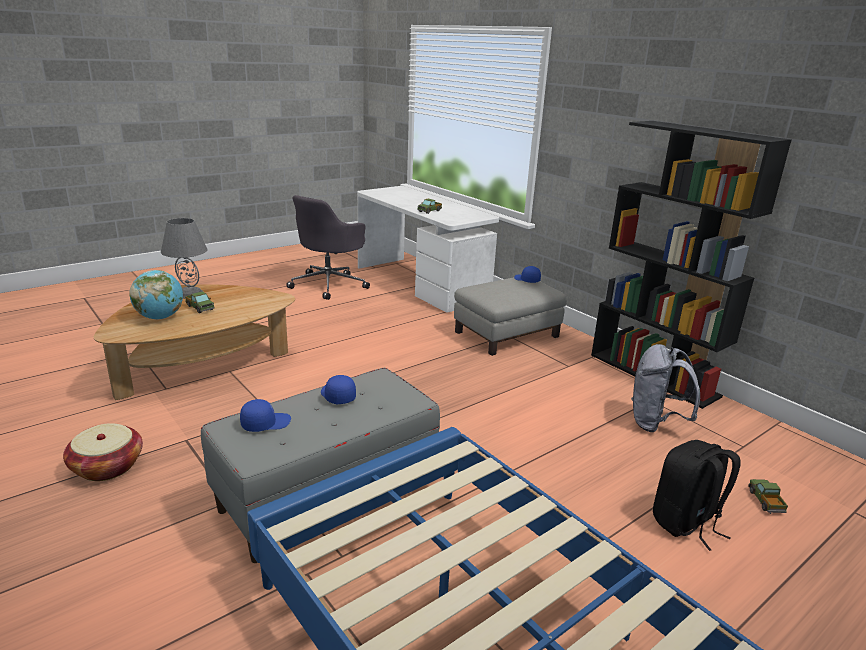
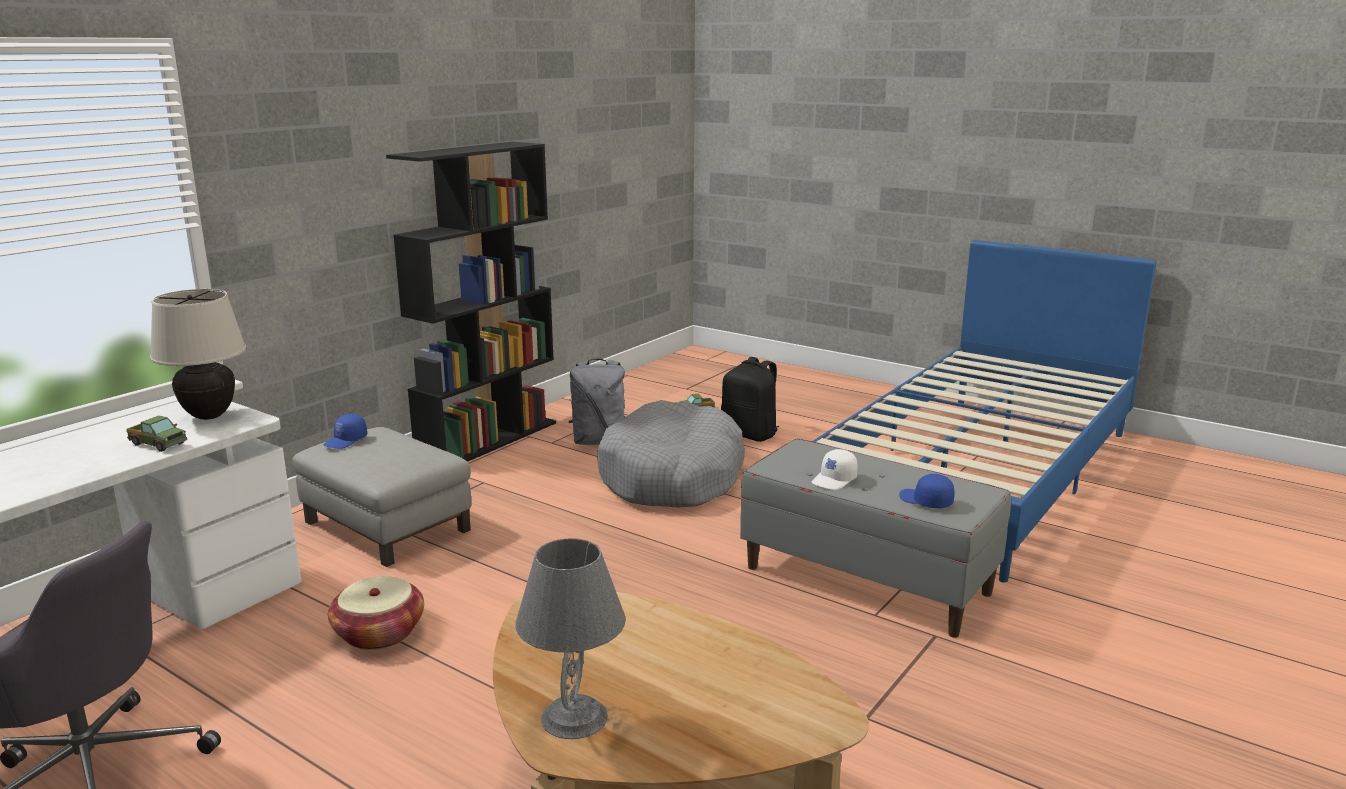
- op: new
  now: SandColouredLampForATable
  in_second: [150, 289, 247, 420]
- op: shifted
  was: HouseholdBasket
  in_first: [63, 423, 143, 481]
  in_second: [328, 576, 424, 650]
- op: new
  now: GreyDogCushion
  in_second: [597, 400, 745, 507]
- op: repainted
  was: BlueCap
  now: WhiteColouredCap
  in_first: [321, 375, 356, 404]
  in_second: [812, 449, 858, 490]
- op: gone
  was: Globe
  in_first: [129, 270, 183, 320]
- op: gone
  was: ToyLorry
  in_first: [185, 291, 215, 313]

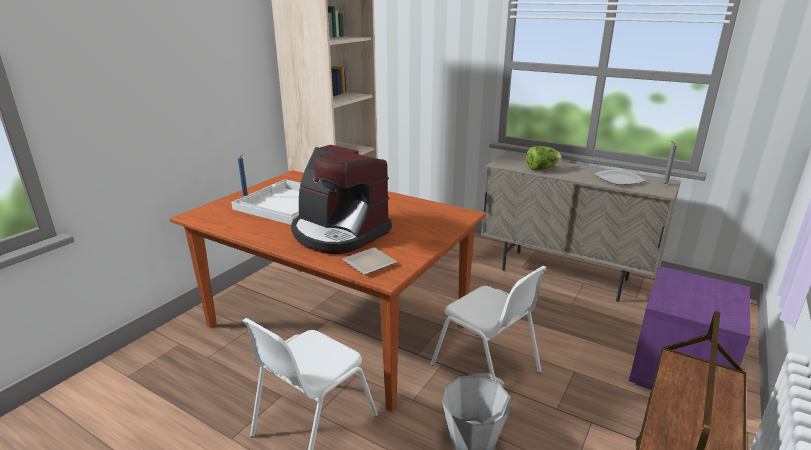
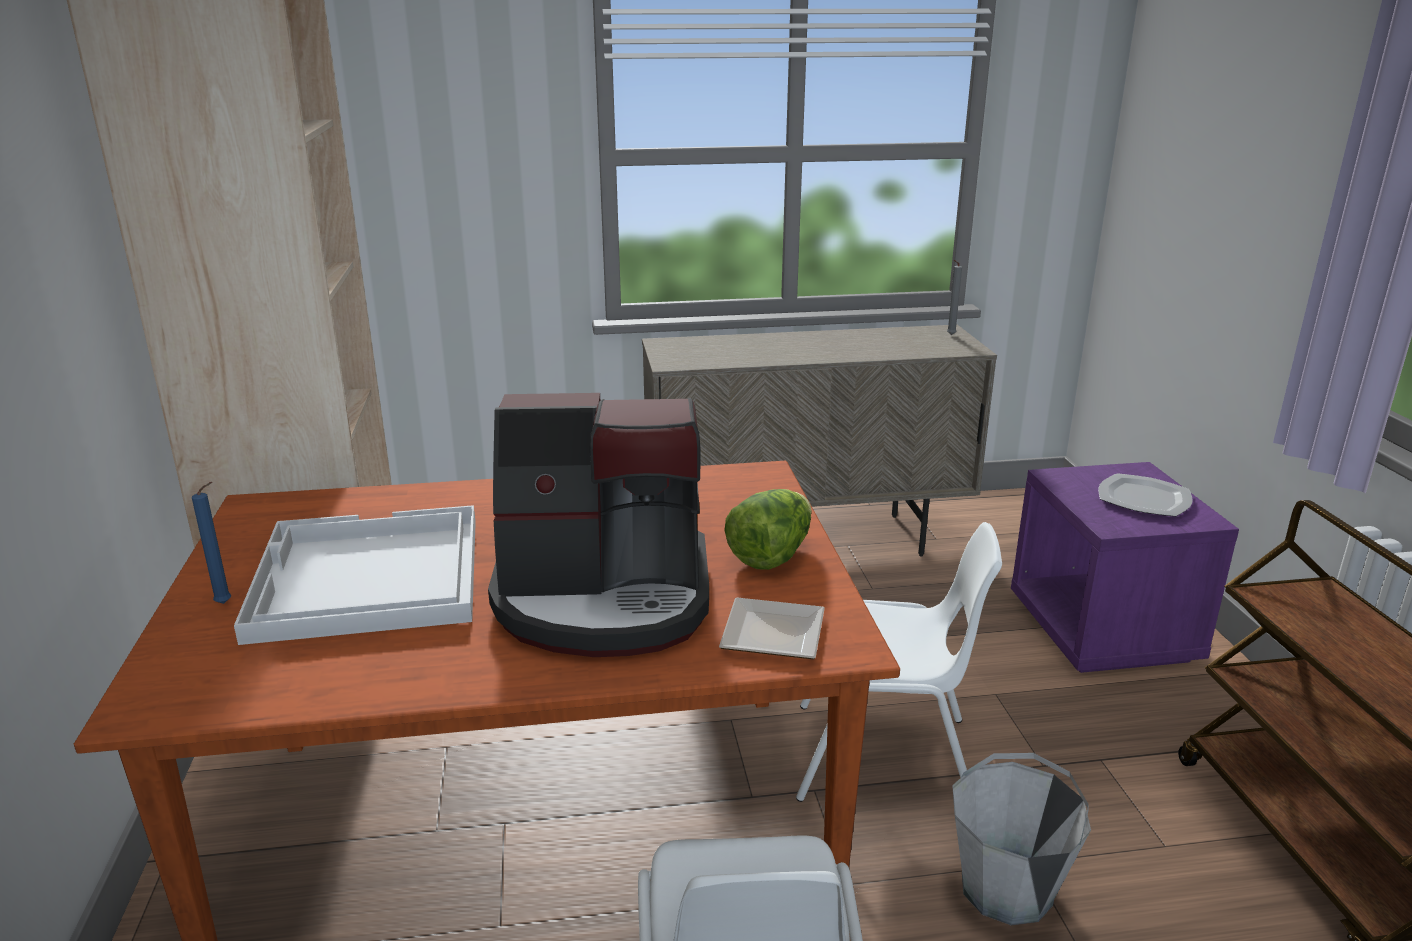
- op: shifted
  was: LettuceHead
  in_first: [526, 146, 562, 171]
  in_second: [724, 489, 812, 570]
- op: shifted
  was: DinnerPlate
  in_first: [595, 170, 646, 185]
  in_second: [1098, 473, 1193, 517]

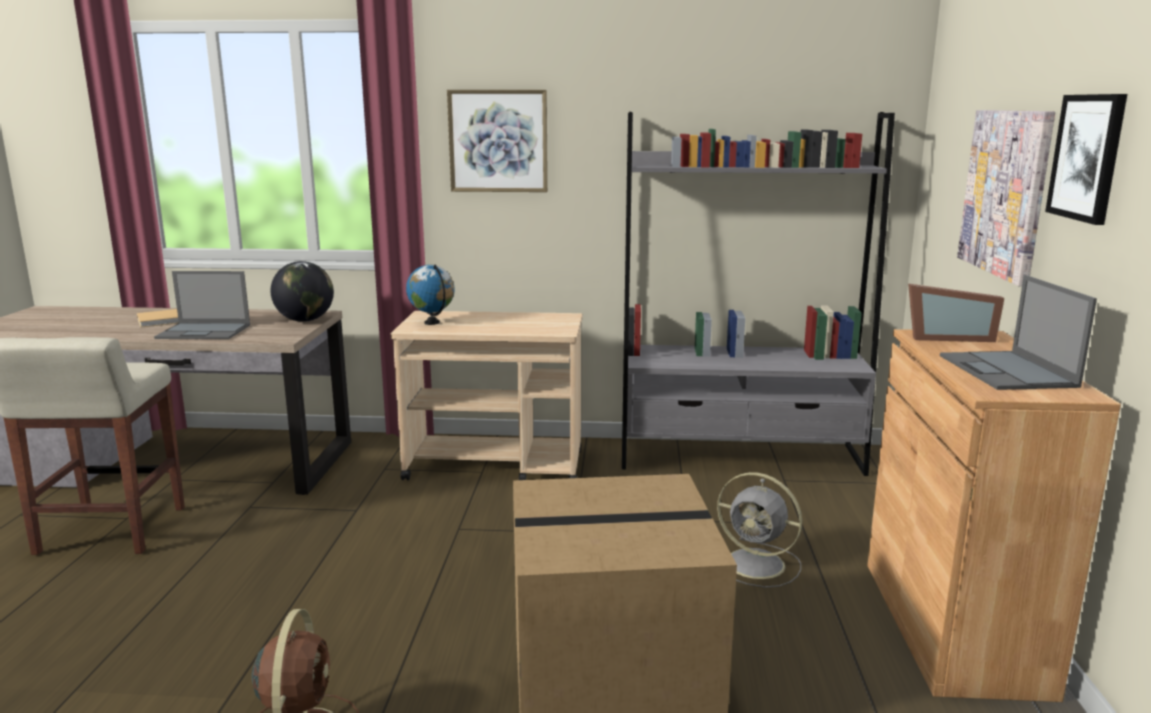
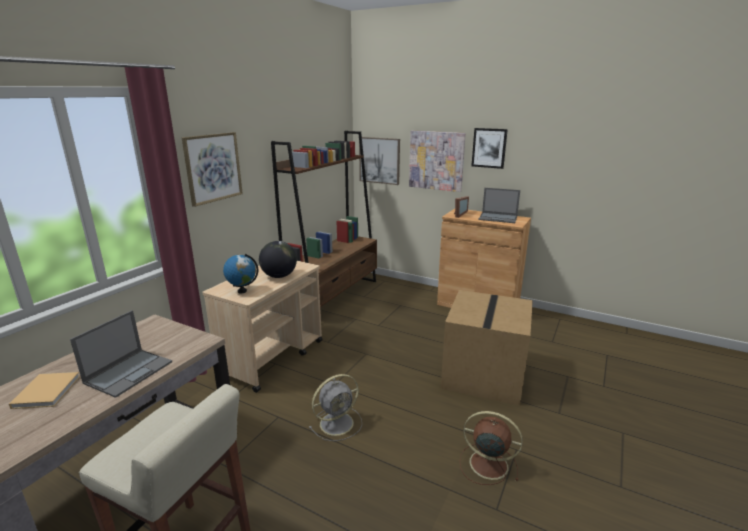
- op: shifted
  was: Globe
  in_first: [270, 261, 334, 322]
  in_second: [259, 241, 297, 278]
- op: repainted
  was: GreyBookshelf
  now: BrownColouredBookshelf
  in_first: [622, 112, 895, 476]
  in_second: [271, 131, 377, 307]
- op: shifted
  was: GreyElectricFan
  in_first: [717, 472, 802, 588]
  in_second: [309, 374, 362, 441]
- op: new
  now: WallPicture
  in_second: [359, 137, 400, 185]

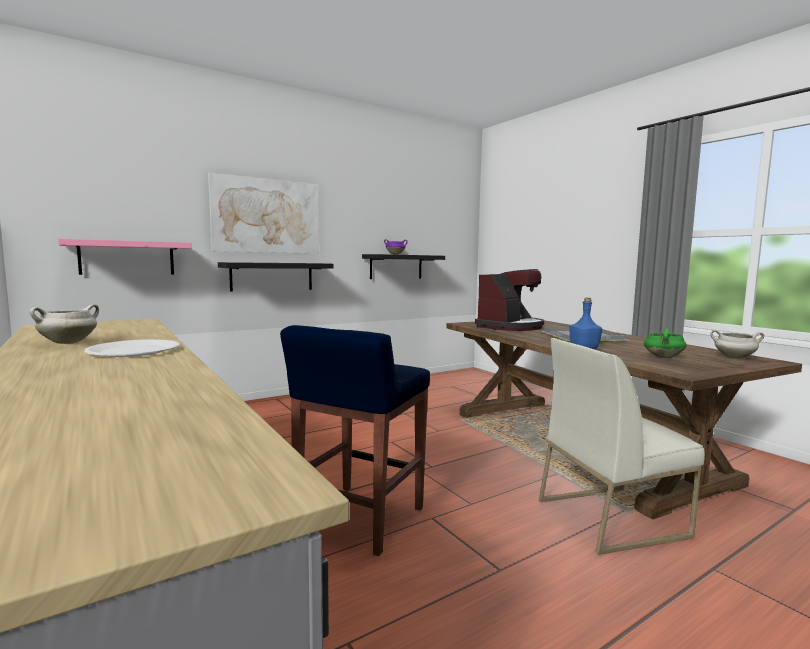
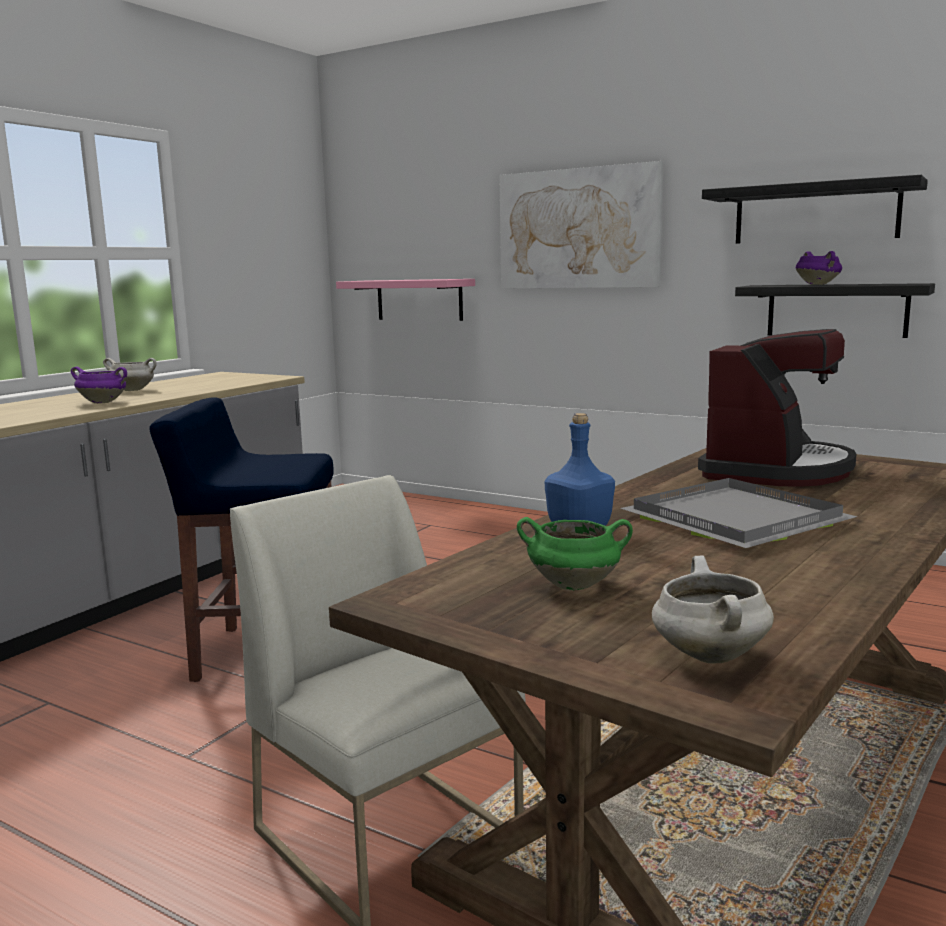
- op: swapped
  was: WhiteColouredDinnerPlate
  now: PurplishCookingPot
  in_first: [84, 339, 180, 357]
  in_second: [71, 367, 127, 404]
- op: rotated
  was: CoffeeMachine
  in_first: [475, 269, 544, 331]
  in_second: [698, 329, 856, 487]
  clockwise: -75
- op: shifted
  was: BlackColouredBracketShelf
  in_first: [218, 262, 334, 292]
  in_second: [702, 175, 928, 244]

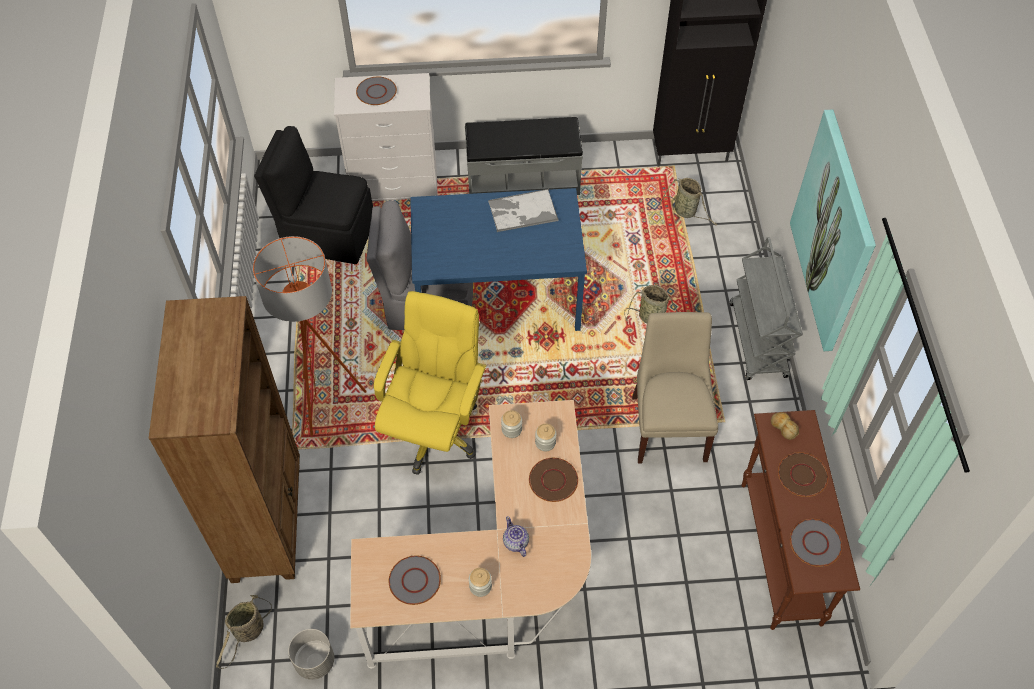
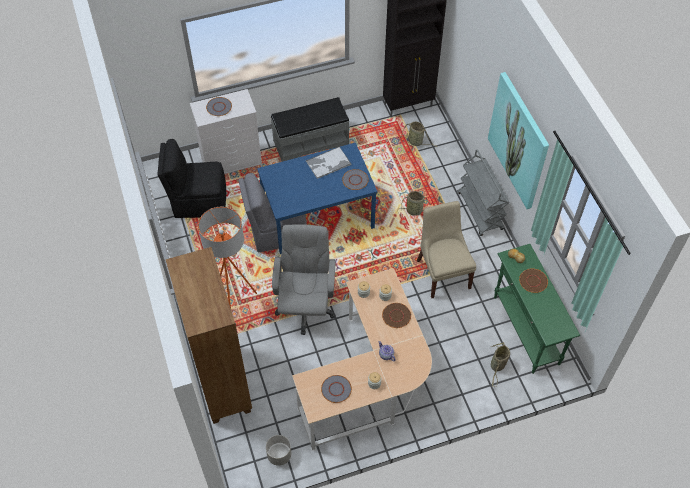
- op: repainted
  was: YellowColouredOfficeChair
  now: GreyOfficeChair
  in_first: [373, 291, 487, 475]
  in_second: [272, 224, 336, 335]
- op: shifted
  was: GreyDinnerPlate
  in_first: [790, 519, 842, 567]
  in_second: [342, 169, 369, 190]
- op: shifted
  was: HouseholdBasket
  in_first: [216, 595, 272, 669]
  in_second: [491, 342, 510, 387]
- op: repainted
  was: BrownColouredHallTable
  now: GreenishHallTable
  in_first: [742, 410, 860, 630]
  in_second: [494, 244, 580, 374]

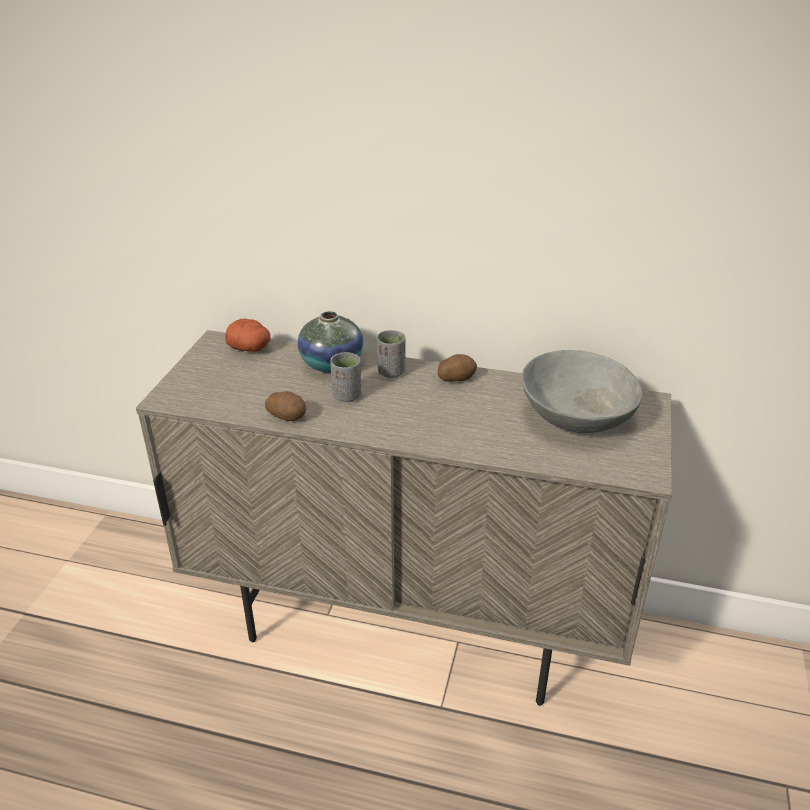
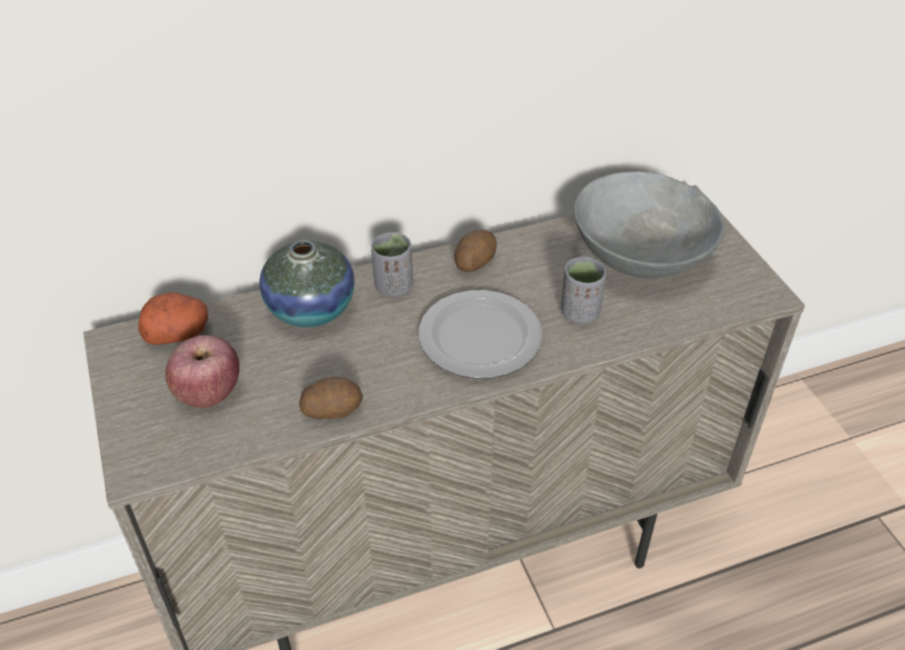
- op: new
  now: WholeApple
  in_second: [166, 335, 240, 408]
- op: new
  now: DinnerPlate
  in_second: [419, 290, 542, 379]
- op: shifted
  was: GreyCup
  in_first: [330, 352, 361, 402]
  in_second: [561, 257, 606, 323]

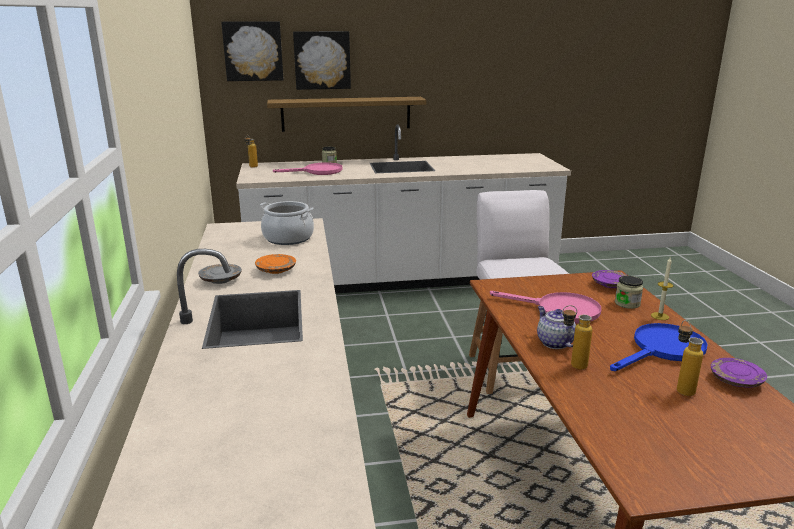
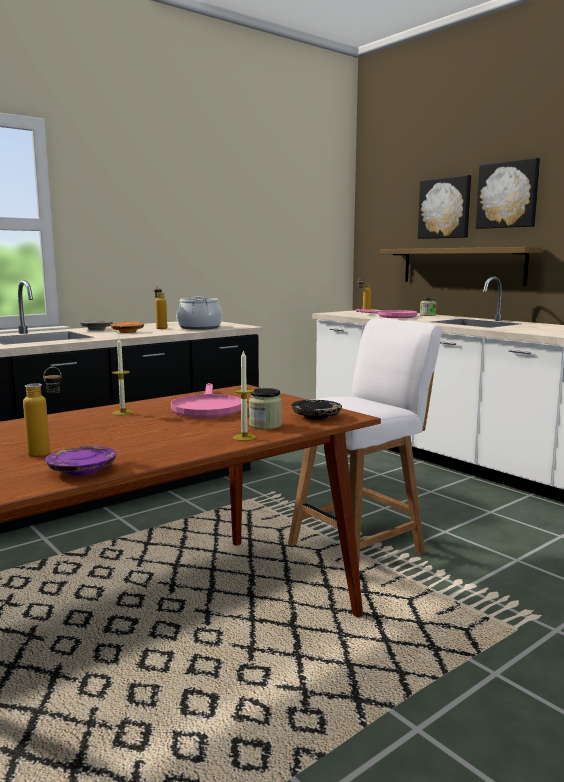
- op: swapped
  was: PotForTea
  now: WaxLight
  in_first: [537, 306, 576, 349]
  in_second: [112, 338, 133, 415]
- op: shifted
  was: Bottle
  in_first: [562, 305, 592, 370]
  in_second: [154, 284, 167, 329]
- op: repainted
  was: PurplishDinnerPlate
  now: BlackColouredDinnerPlate
  in_first: [592, 270, 628, 288]
  in_second: [291, 400, 342, 420]
- op: shifted
  was: WallPicture
  in_first: [221, 21, 283, 81]
  in_second: [476, 158, 540, 229]
- op: gone
  was: BlueSkillet
  in_first: [610, 323, 708, 371]

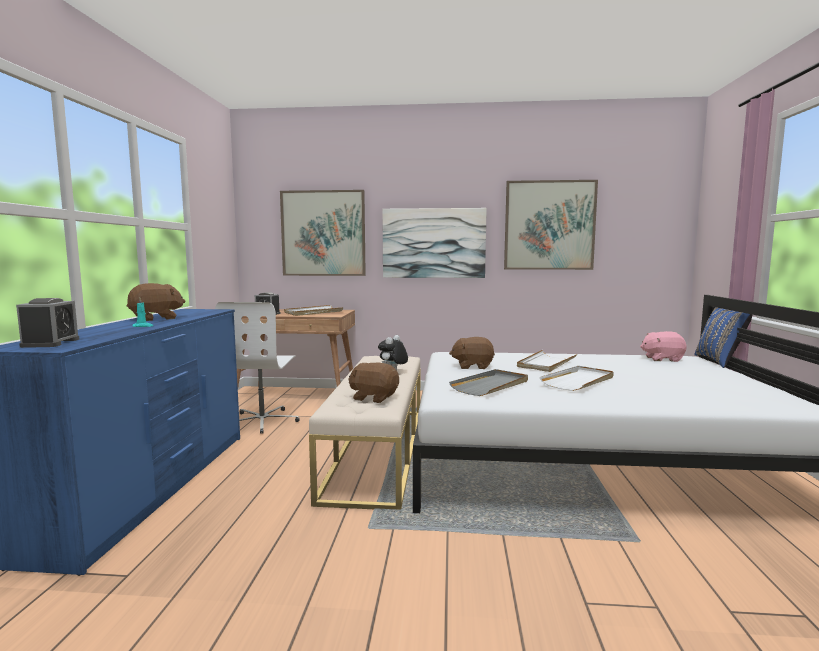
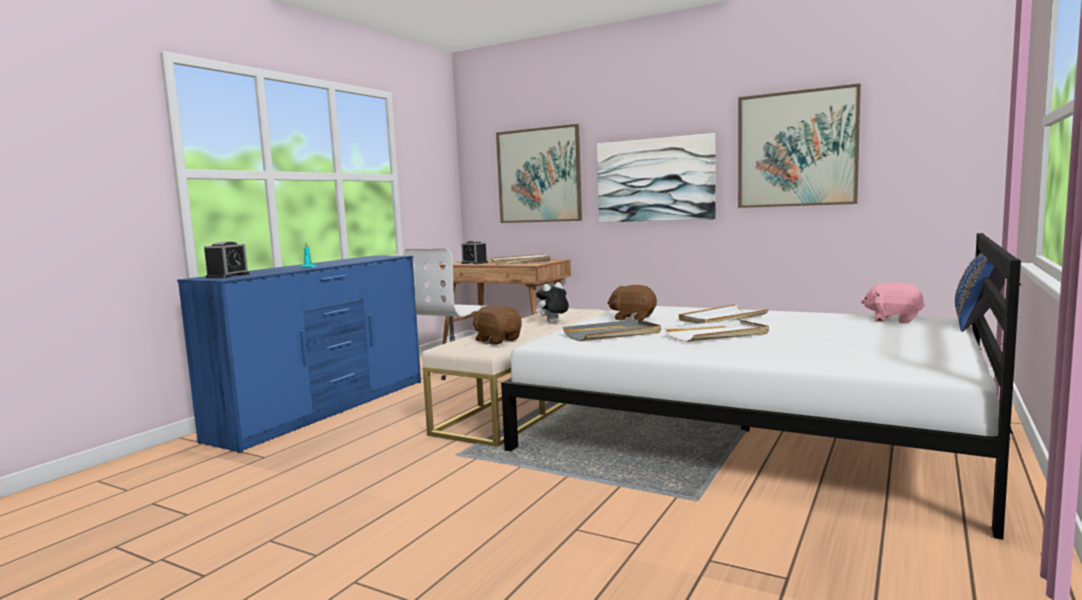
- op: gone
  was: BrownColouredCuddlyToy
  in_first: [127, 283, 185, 321]

